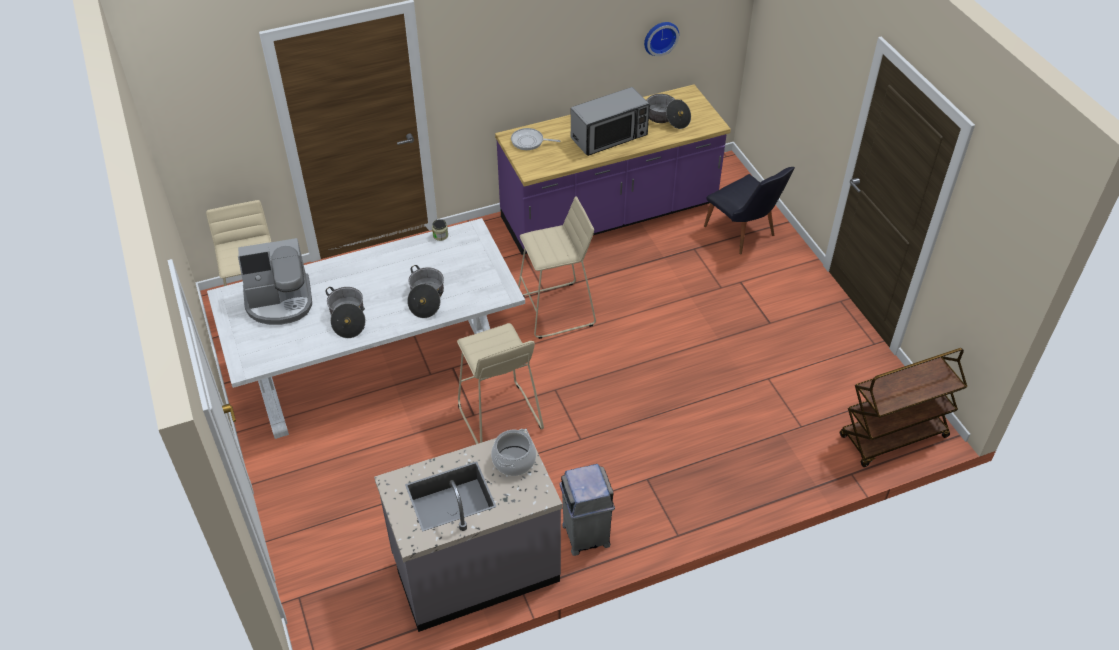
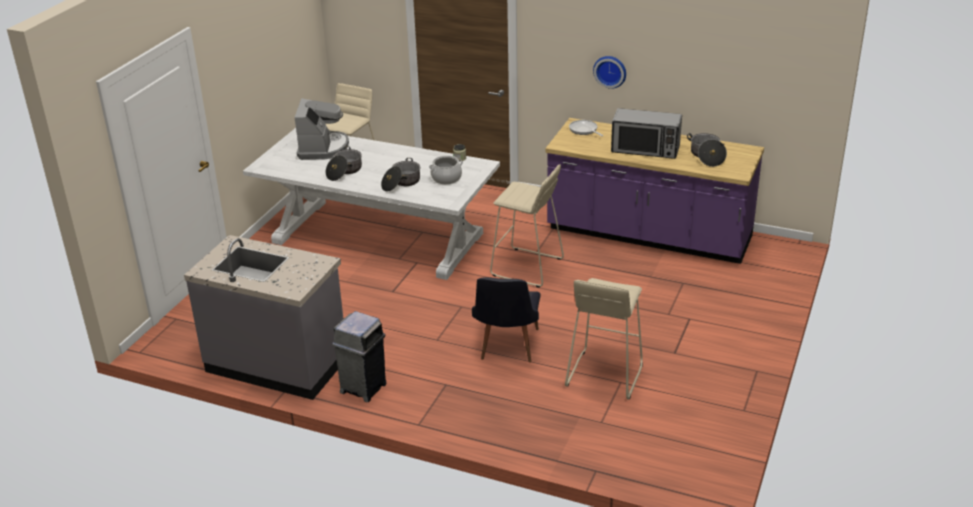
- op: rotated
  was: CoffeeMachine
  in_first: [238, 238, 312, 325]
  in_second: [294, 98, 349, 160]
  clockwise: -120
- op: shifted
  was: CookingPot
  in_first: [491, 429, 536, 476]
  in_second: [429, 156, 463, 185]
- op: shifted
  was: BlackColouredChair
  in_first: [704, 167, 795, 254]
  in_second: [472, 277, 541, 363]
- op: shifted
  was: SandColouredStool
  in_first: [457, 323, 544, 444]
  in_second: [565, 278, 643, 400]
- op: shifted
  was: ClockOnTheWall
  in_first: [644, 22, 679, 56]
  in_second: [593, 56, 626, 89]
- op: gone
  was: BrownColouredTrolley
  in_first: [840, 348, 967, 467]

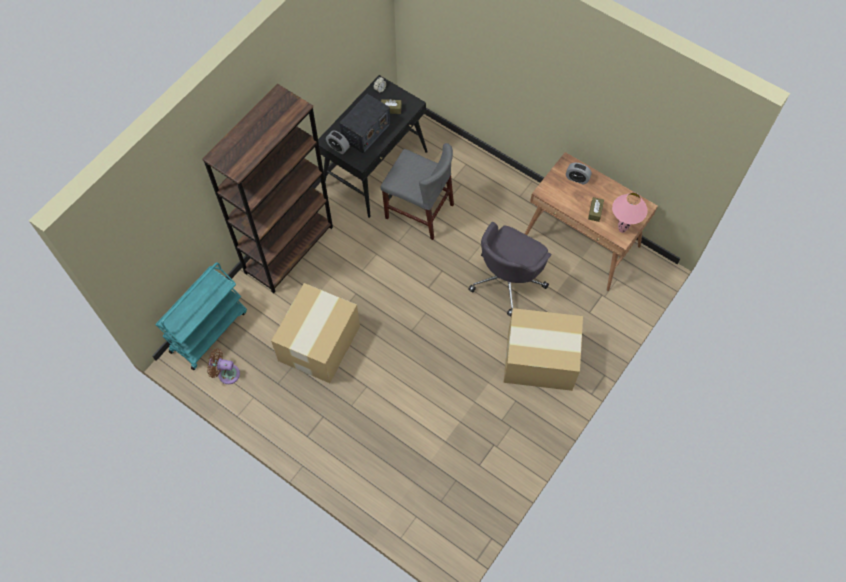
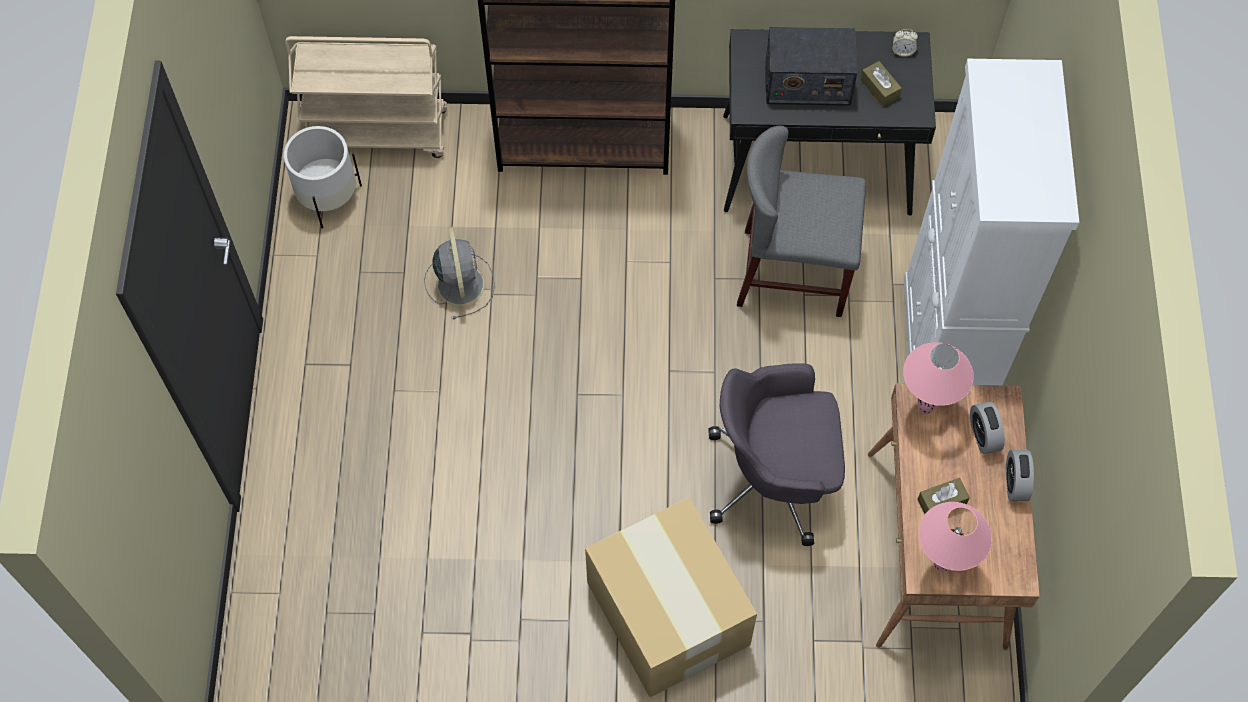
- op: swapped
  was: BrownColouredElectricFan
  now: WhiteColouredPlanter
  in_first: [207, 349, 240, 384]
  in_second: [284, 126, 362, 228]
- op: repainted
  was: TurquoiseColouredTrolley
  now: SandColouredTrolley
  in_first: [156, 262, 247, 370]
  in_second: [285, 36, 447, 158]
- op: swapped
  was: Carton
  now: GreyElectricFan
  in_first: [271, 283, 360, 383]
  in_second: [424, 226, 495, 319]
- op: rotated
  was: GreyChair
  in_first: [381, 143, 454, 240]
  in_second: [737, 126, 866, 317]
  clockwise: 105
- op: new
  now: PinkLampForATable
  in_second: [903, 342, 974, 414]
- op: new
  now: WhiteColouredCabinet
  in_second: [904, 59, 1079, 385]
- op: shifted
  was: TableClock
  in_first: [326, 130, 350, 154]
  in_second: [1006, 450, 1034, 501]

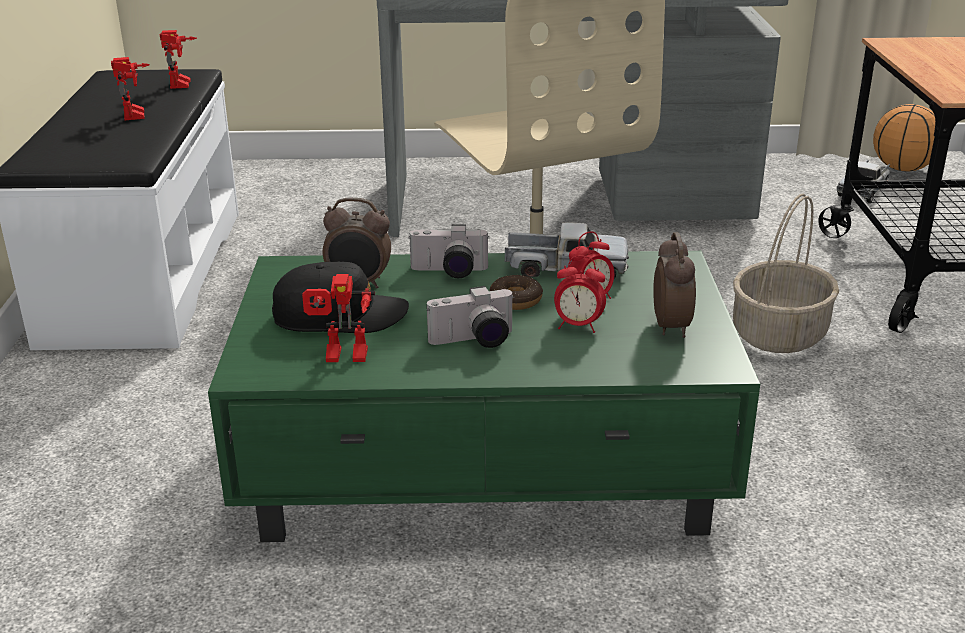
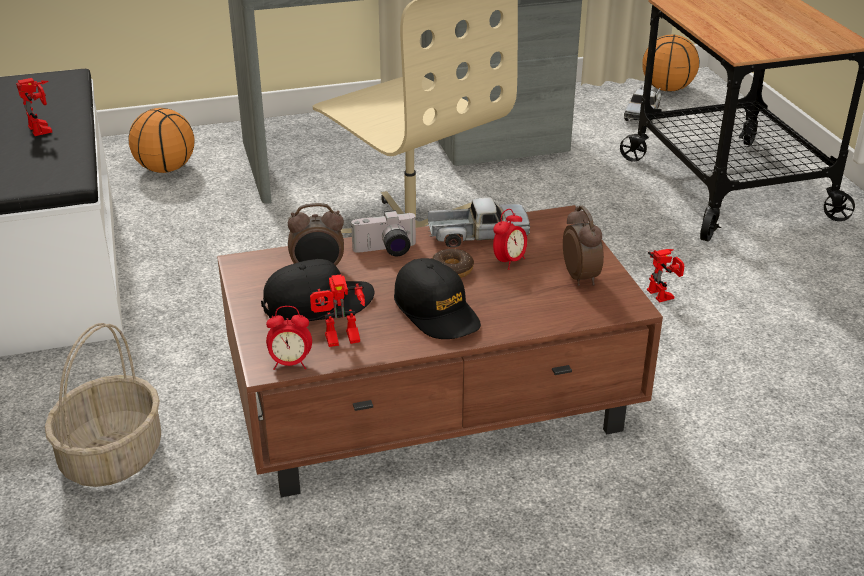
- op: shifted
  was: HouseholdBasket
  in_first: [733, 193, 839, 353]
  in_second: [45, 323, 161, 487]
- op: new
  now: Basketball
  in_second: [129, 108, 194, 173]
- op: repainted
  was: GreenishLoungeTable
  now: BrownColouredLoungeTable
  in_first: [208, 251, 760, 542]
  in_second: [217, 205, 663, 497]
- op: shifted
  was: TableClock
  in_first: [554, 256, 606, 333]
  in_second: [266, 306, 312, 370]
- op: swapped
  was: StillCamera
  now: BlackColouredCap
  in_first: [427, 286, 515, 348]
  in_second: [394, 258, 481, 339]
- op: shifted
  was: RobotFigure
  in_first: [160, 30, 197, 89]
  in_second: [647, 249, 684, 302]

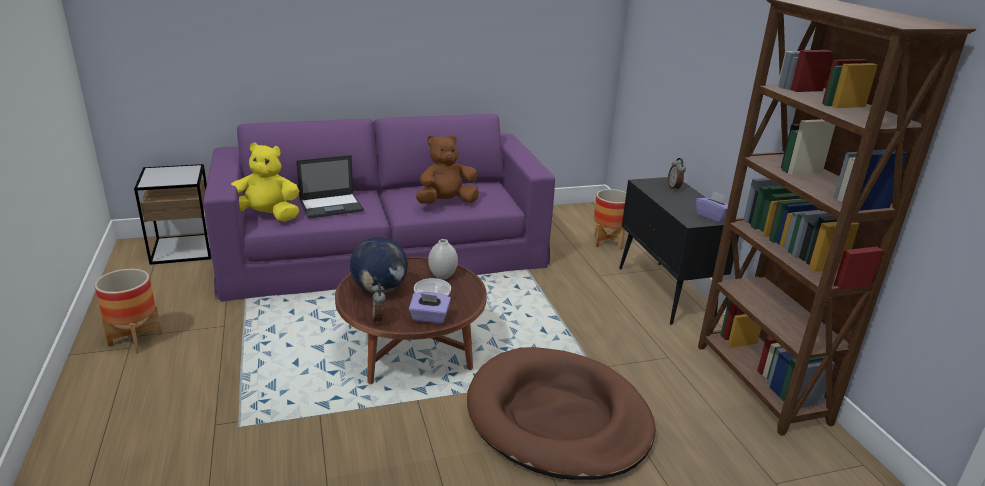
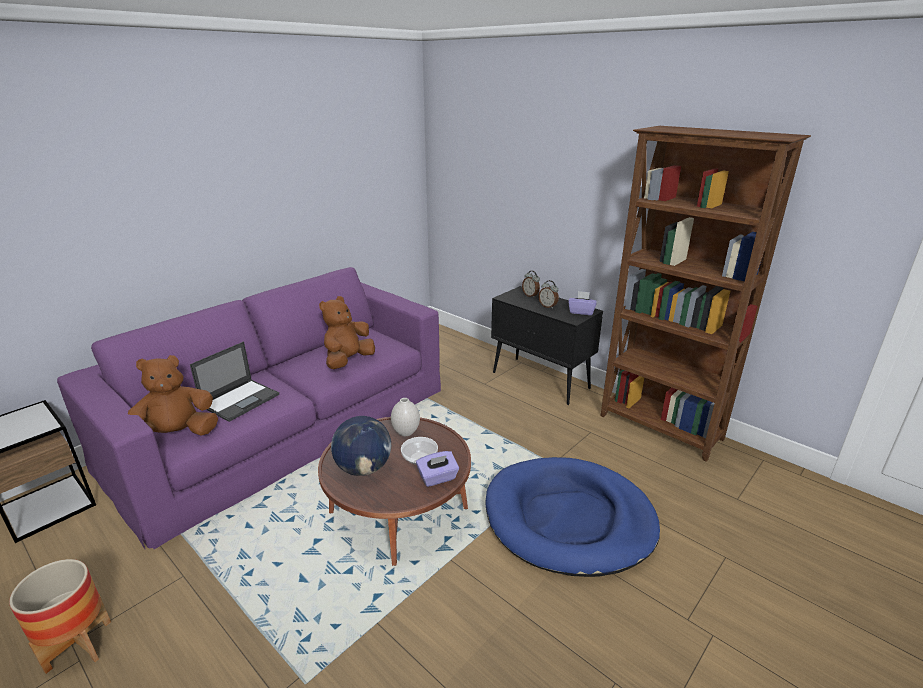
- op: repainted
  was: YellowColouredCuddlyToy
  now: BrownColouredCuddlyToy
  in_first: [231, 143, 299, 221]
  in_second: [128, 355, 218, 436]
- op: repainted
  was: BrownColouredDogCushion
  now: BlueDogCushion
  in_first: [467, 347, 655, 480]
  in_second: [485, 457, 660, 577]
- op: shifted
  was: TableClock
  in_first: [371, 283, 386, 324]
  in_second: [539, 280, 559, 309]
- op: gone
  was: Planter
  in_first: [594, 189, 626, 250]

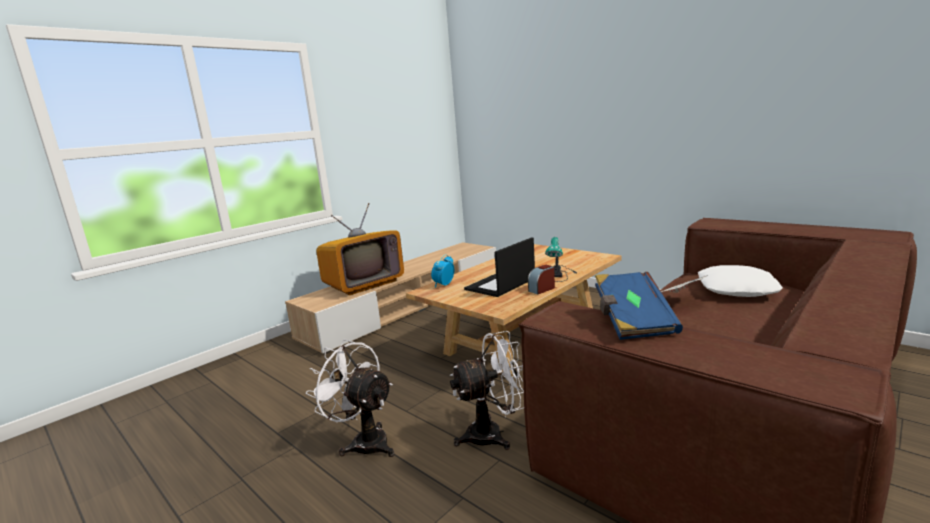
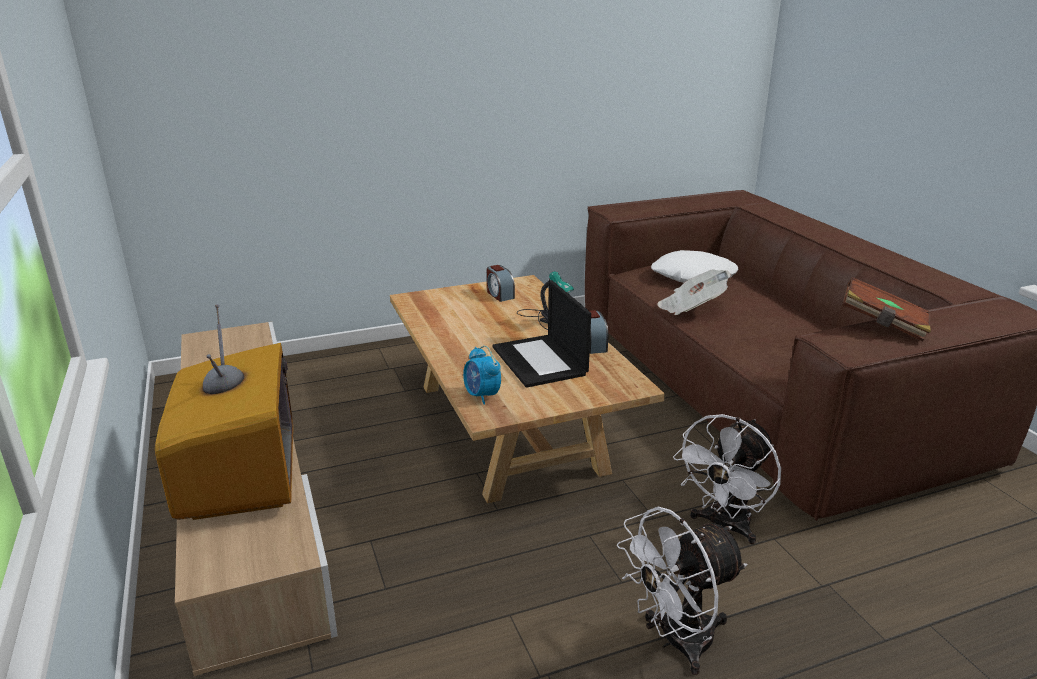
- op: new
  now: TableClock
  in_second: [487, 265, 515, 302]
- op: rotated
  was: WhiteColouredElectricFan
  in_first: [450, 331, 524, 450]
  in_second: [673, 414, 781, 544]
  clockwise: -150
- op: repainted
  was: BlueVolume
  now: BrownColouredVolume
  in_first: [595, 272, 683, 340]
  in_second: [842, 277, 931, 342]

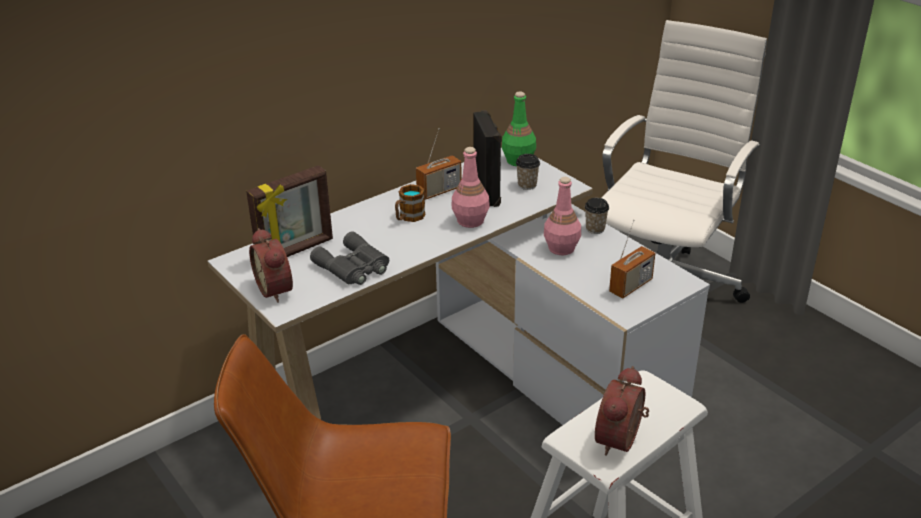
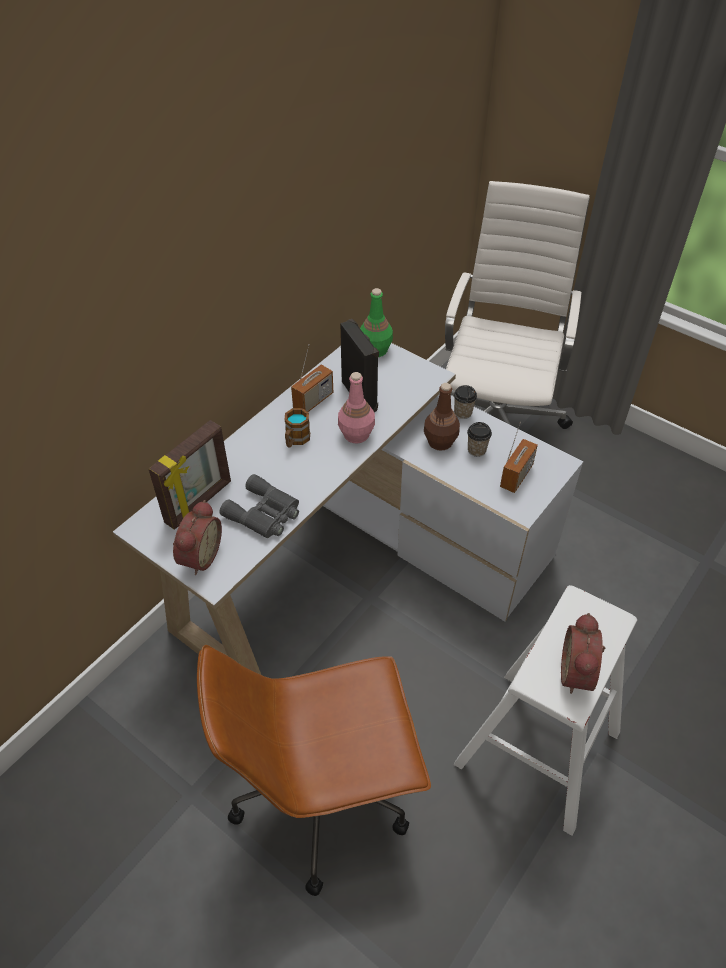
- op: rotated
  was: TableClock
  in_first: [249, 228, 293, 303]
  in_second: [173, 500, 222, 575]
  clockwise: -120
- op: repainted
  was: PinkBottle
  now: BrownColouredBottle
  in_first: [544, 177, 581, 255]
  in_second: [424, 383, 460, 451]
- op: shifted
  was: Cup
  in_first: [516, 154, 540, 190]
  in_second: [467, 422, 492, 457]

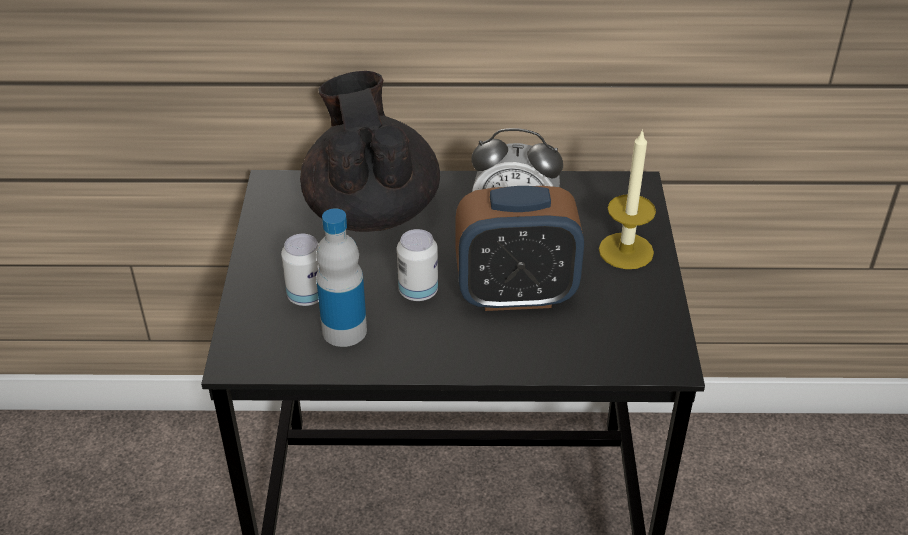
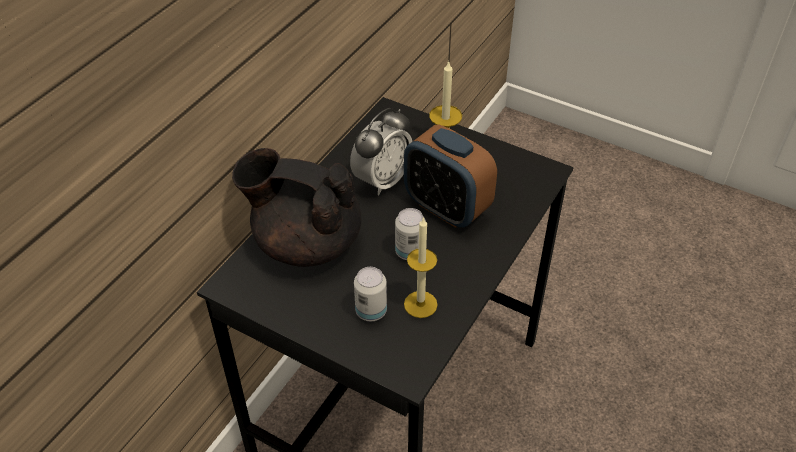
- op: rotated
  was: TableClock
  in_first: [456, 186, 584, 311]
  in_second: [404, 124, 497, 228]
  clockwise: 105
- op: swapped
  was: Bottle
  now: WaxLight
  in_first: [316, 208, 367, 347]
  in_second: [404, 217, 438, 318]

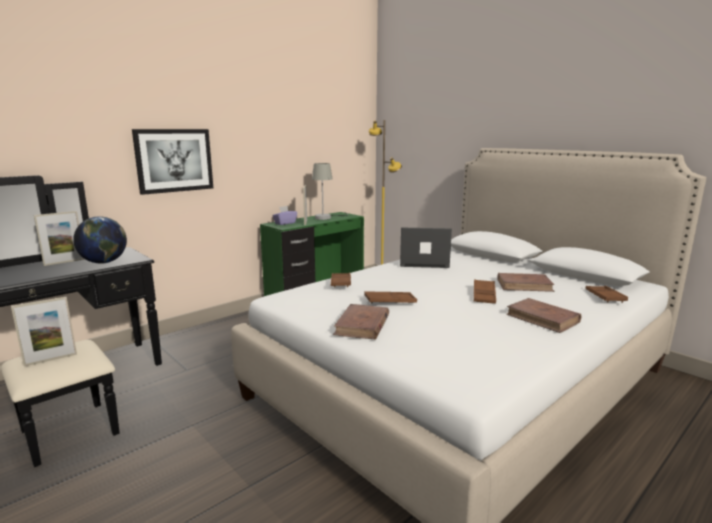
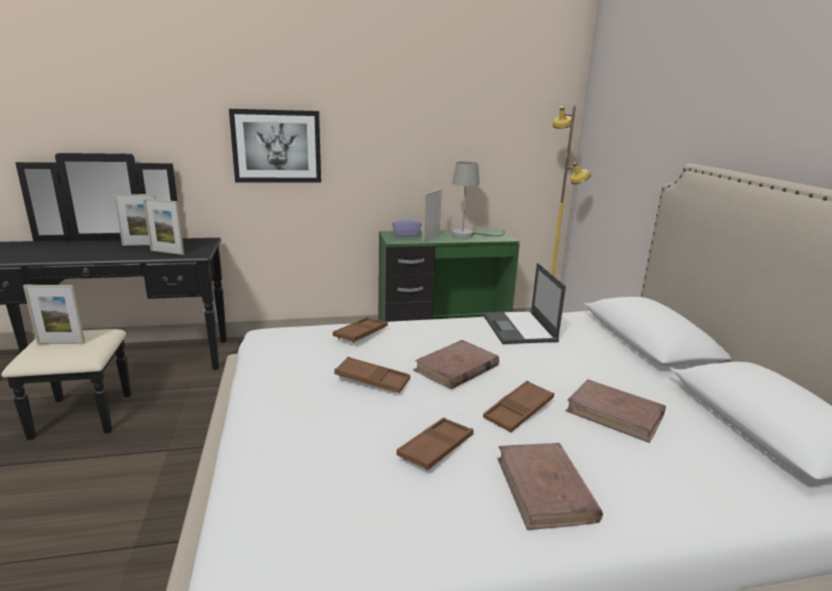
- op: swapped
  was: Globe
  now: PhotoFrame
  in_first: [73, 216, 127, 264]
  in_second: [143, 198, 184, 255]
- op: shifted
  was: BrownColouredServingTray
  in_first: [586, 286, 628, 303]
  in_second: [397, 417, 474, 470]
- op: shifted
  was: BrownColouredVolume
  in_first: [333, 304, 389, 340]
  in_second: [413, 340, 499, 389]
- op: rotated
  was: NotebookComputer
  in_first: [400, 228, 452, 268]
  in_second: [483, 263, 566, 344]
  clockwise: -135

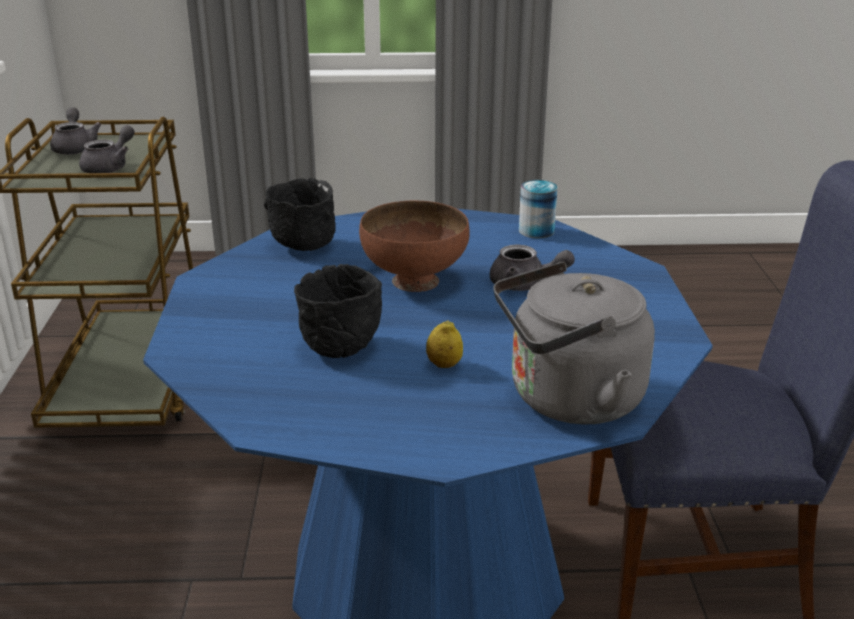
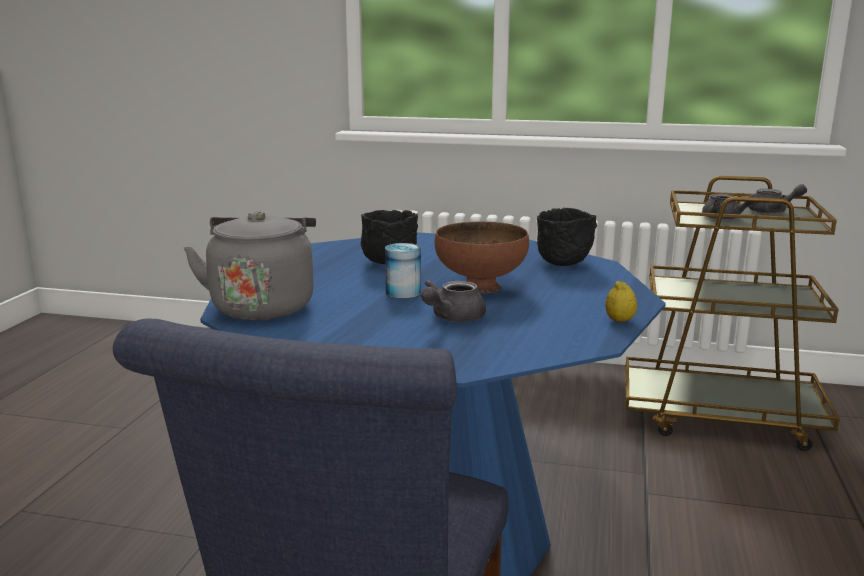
- op: shifted
  was: Can
  in_first: [519, 180, 557, 238]
  in_second: [385, 243, 421, 298]
- op: shifted
  was: CitrusFruit
  in_first: [426, 320, 463, 368]
  in_second: [605, 281, 637, 322]

